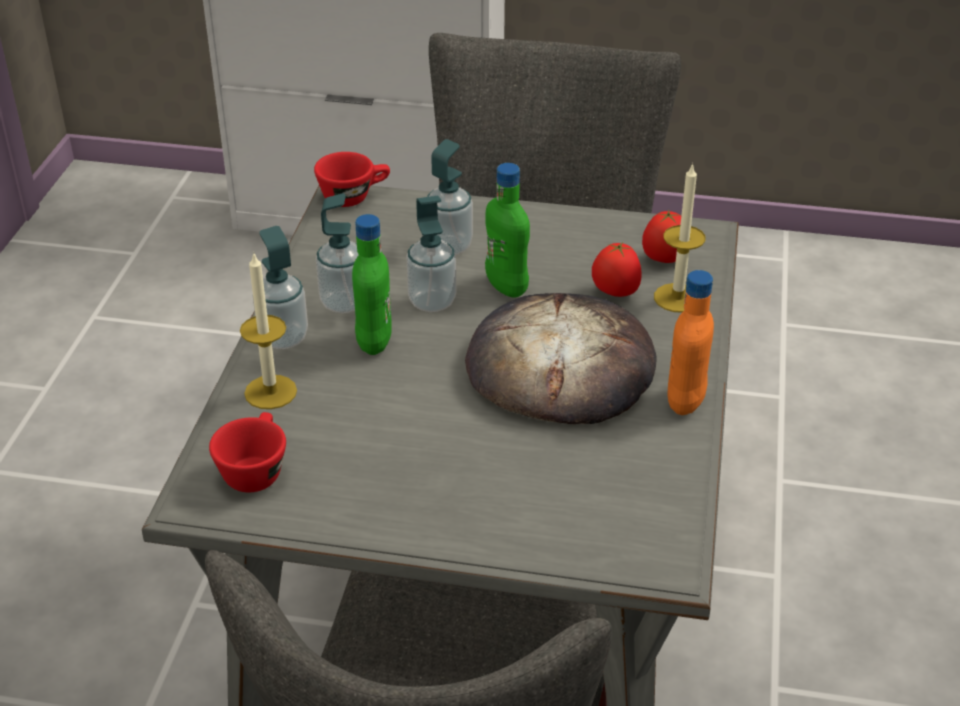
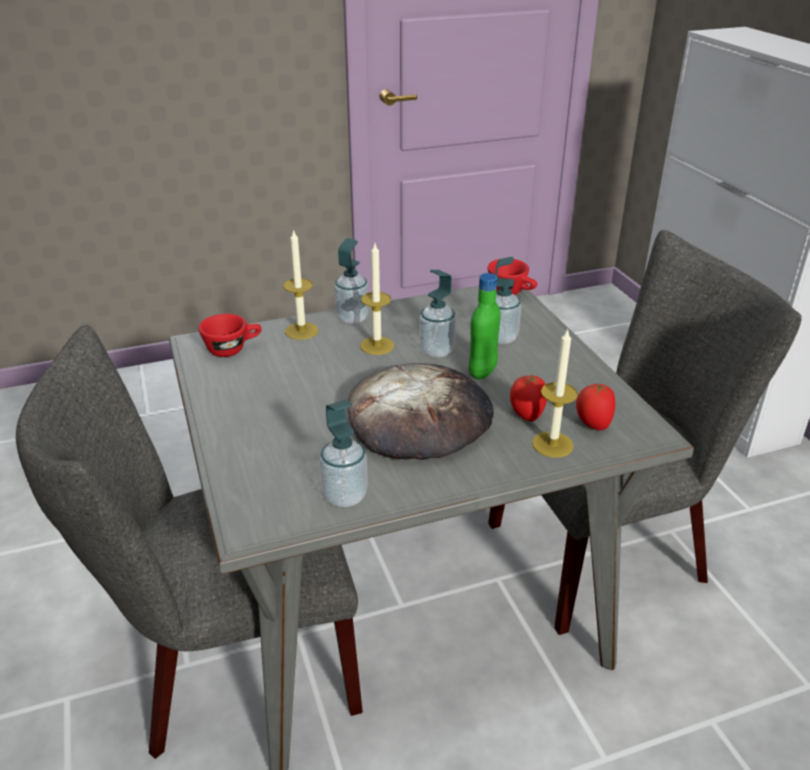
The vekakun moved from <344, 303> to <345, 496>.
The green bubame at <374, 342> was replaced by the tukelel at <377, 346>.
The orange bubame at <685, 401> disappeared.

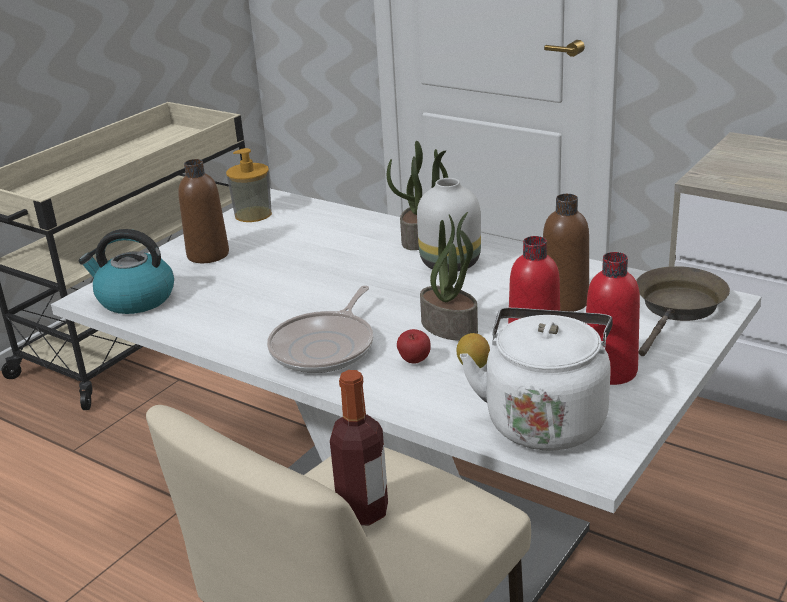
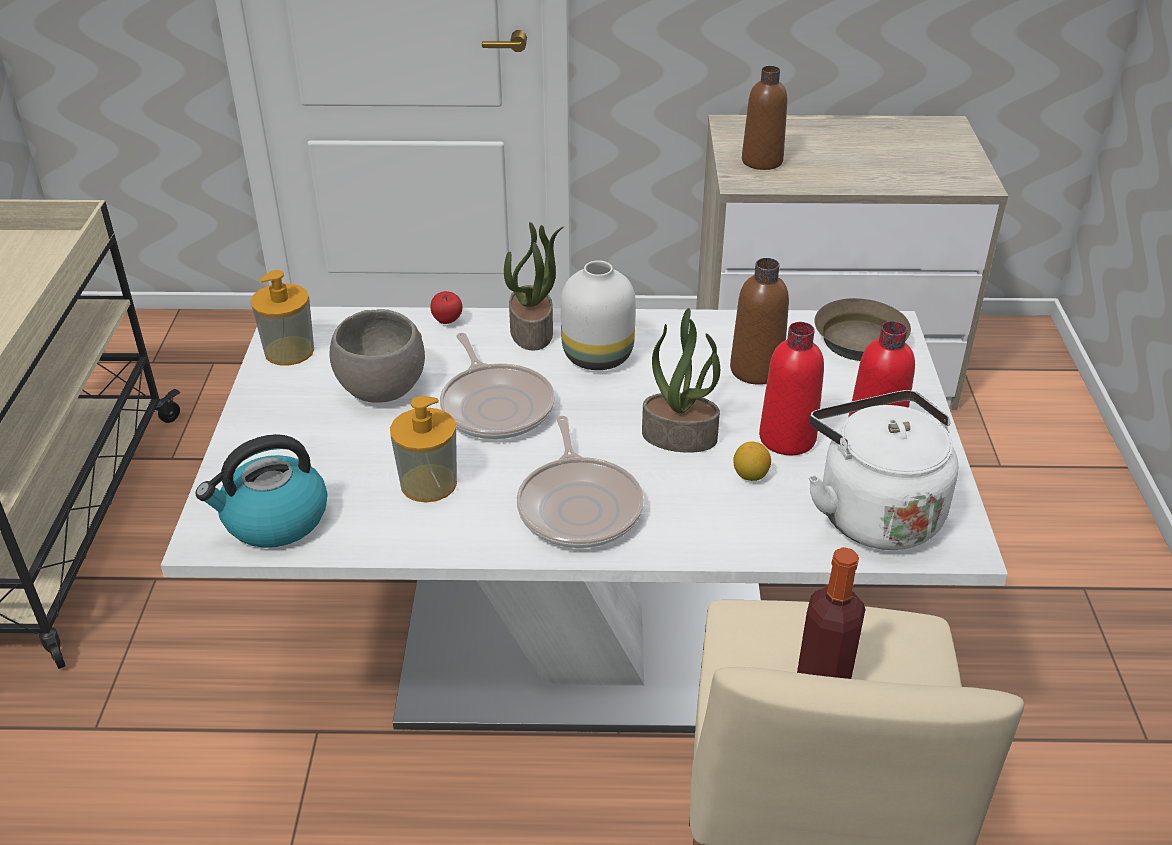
The brown bubame moved from <208, 255> to <762, 161>.
The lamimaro moved from <414, 362> to <447, 322>.
The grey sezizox at <381, 386> appeared.
The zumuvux at <496, 406> appeared.
The vekakun at <428, 483> appeared.

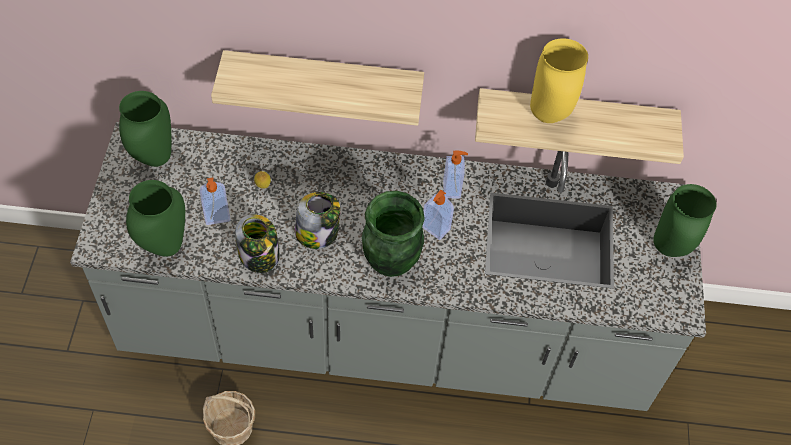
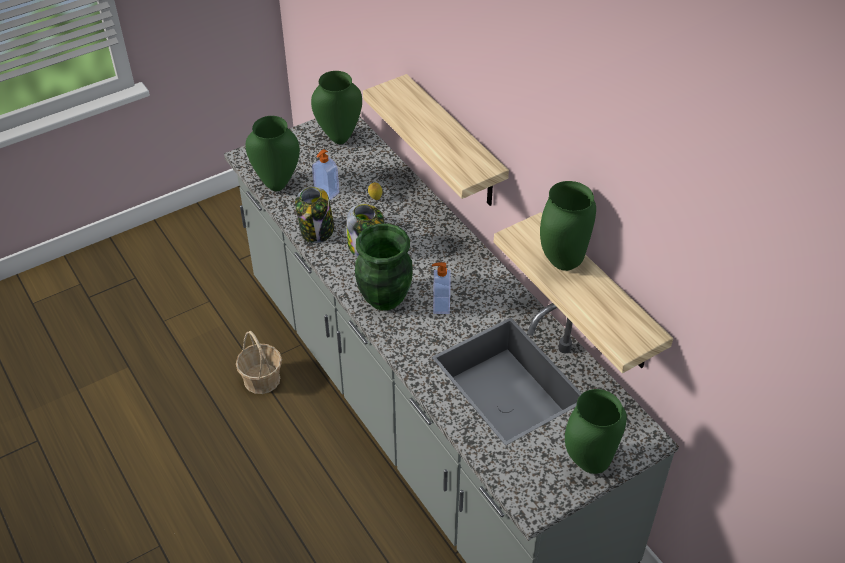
The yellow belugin at <550, 116> became the green belugin at <563, 263>.
The vekakun at <452, 189> disappeared.

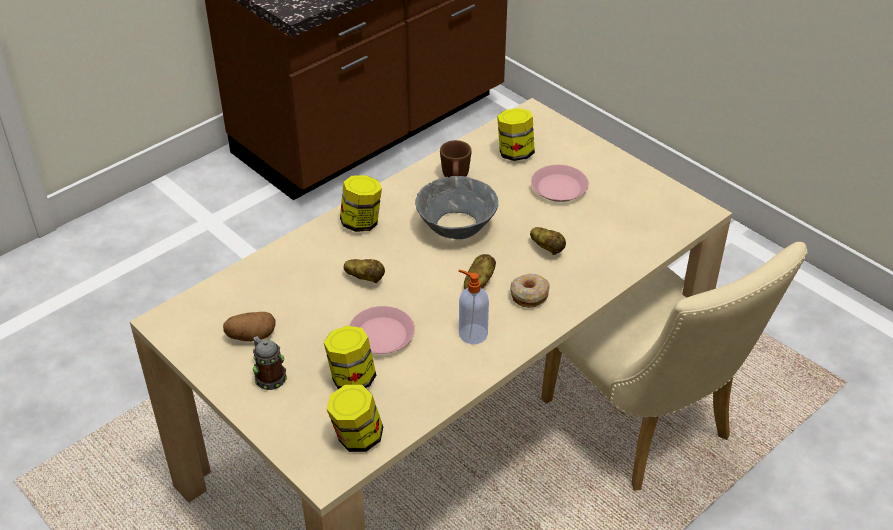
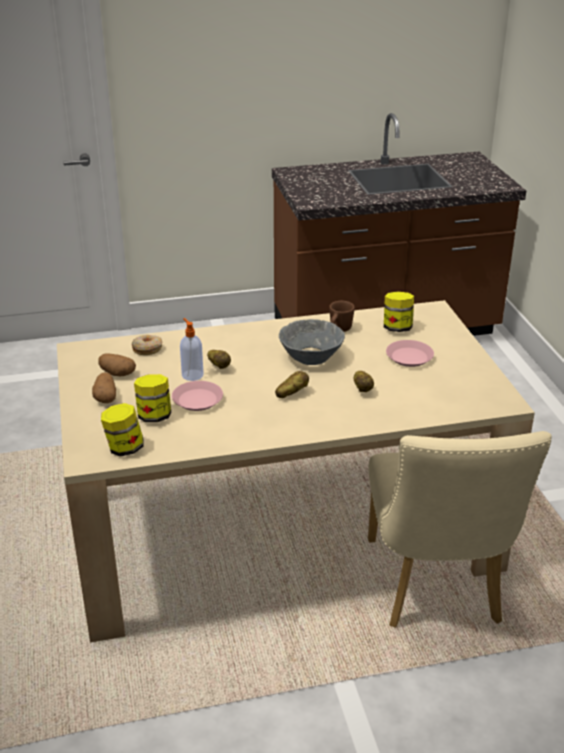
The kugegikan at <361, 222> disappeared.
The vekakun moved from <472, 333> to <192, 375>.
The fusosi moved from <529, 295> to <147, 349>.
The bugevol at <268, 376> was replaced by the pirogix at <106, 397>.

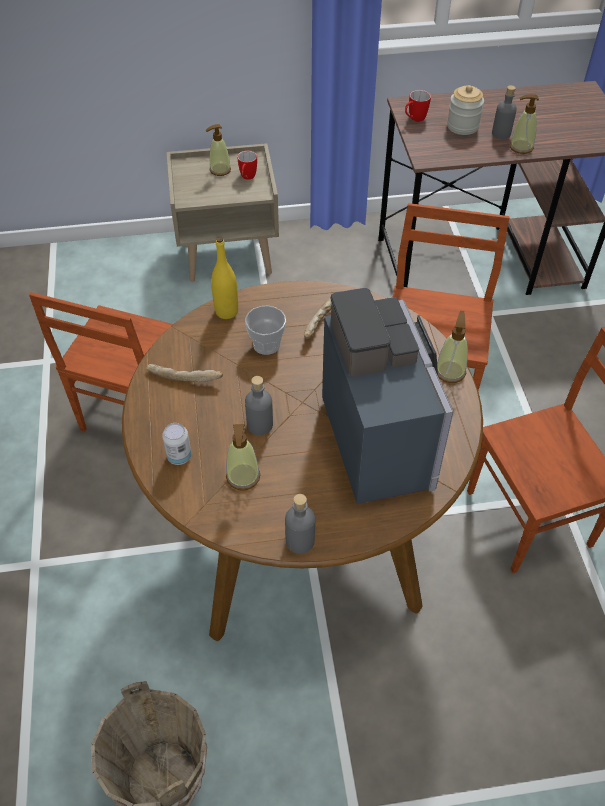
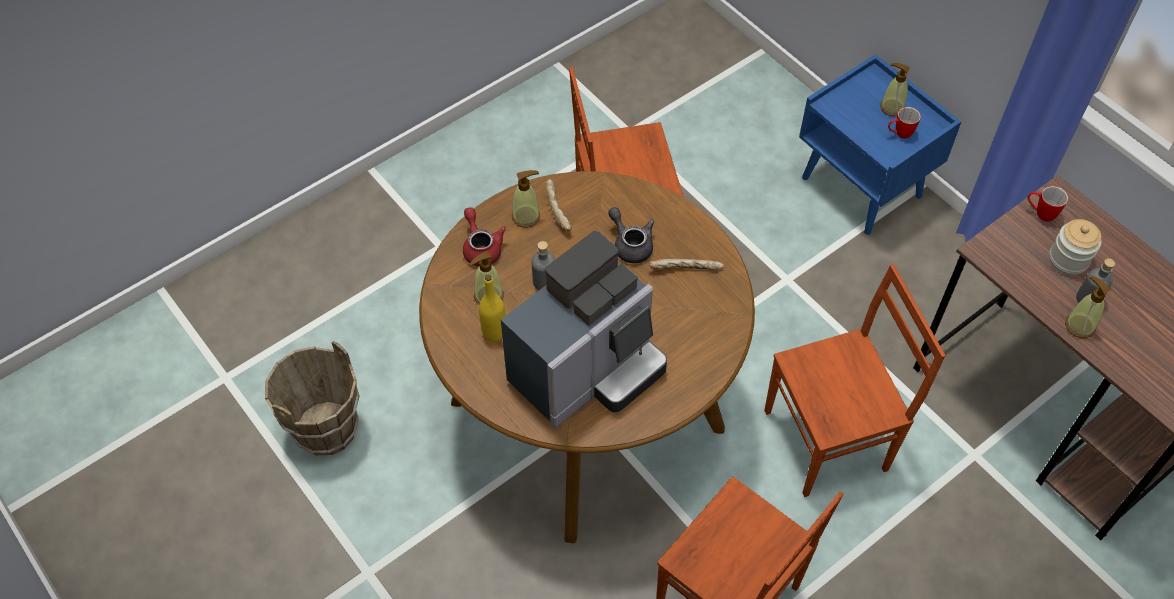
The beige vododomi at <229, 254> became the blue vododomi at <863, 187>.
The yellow bubame moved from <226, 311> to <494, 332>.
The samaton at <266, 344> was replaced by the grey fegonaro at <630, 244>.
The vekakun moved from <450, 371> to <526, 217>.
The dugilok at <179, 456> was replaced by the red fegonaro at <481, 247>.
The grey bubame at <300, 541> disappeared.

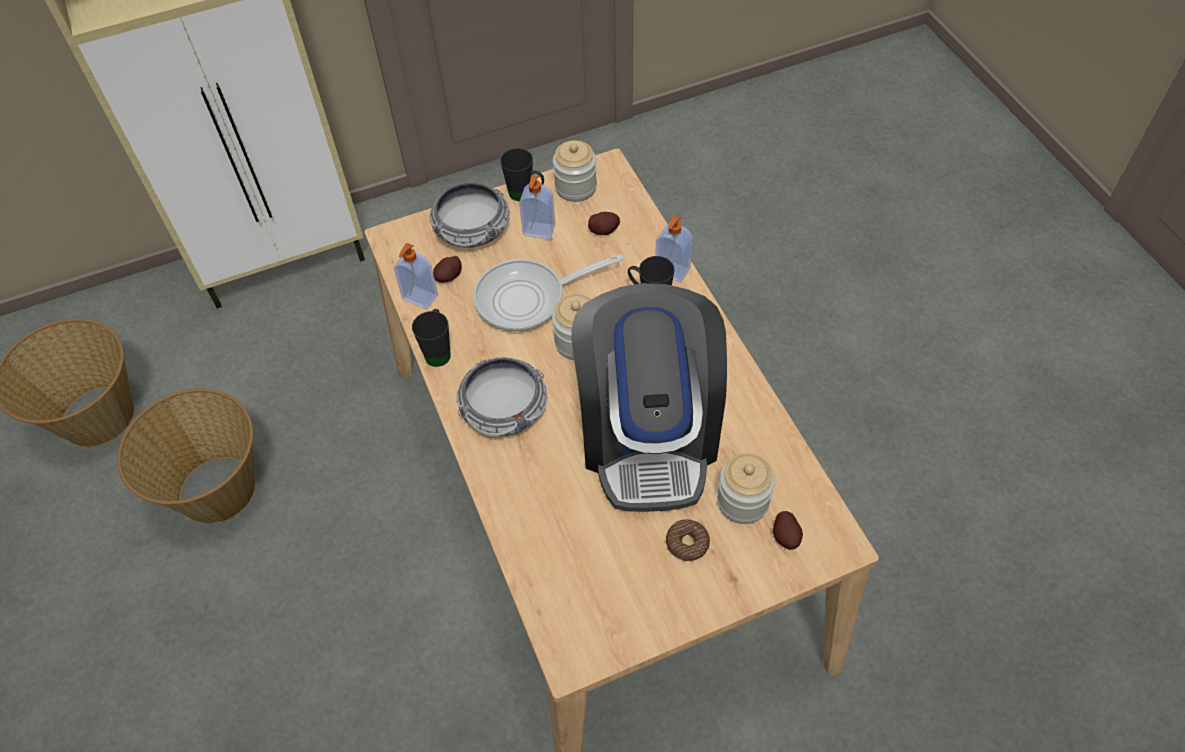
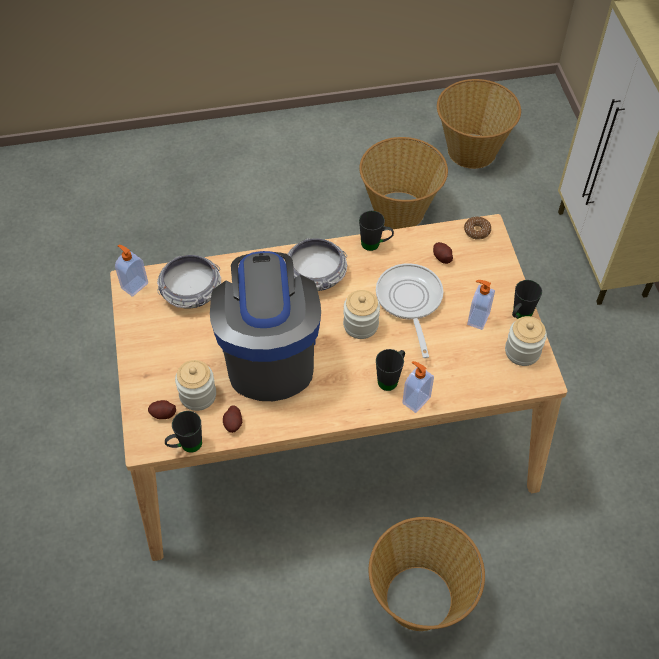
The sezizox moved from <471, 229> to <191, 291>.
The pirogix moved from <604, 229> to <233, 424>.
The vekakun moved from <419, 298> to <134, 285>.
The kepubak at <648, 434> turned 75 degrees clockwise.
The fusosi moved from <687, 543> to <477, 231>.
The black bugevol at <186, 446> appeared.
The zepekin at <420, 598> appeared.

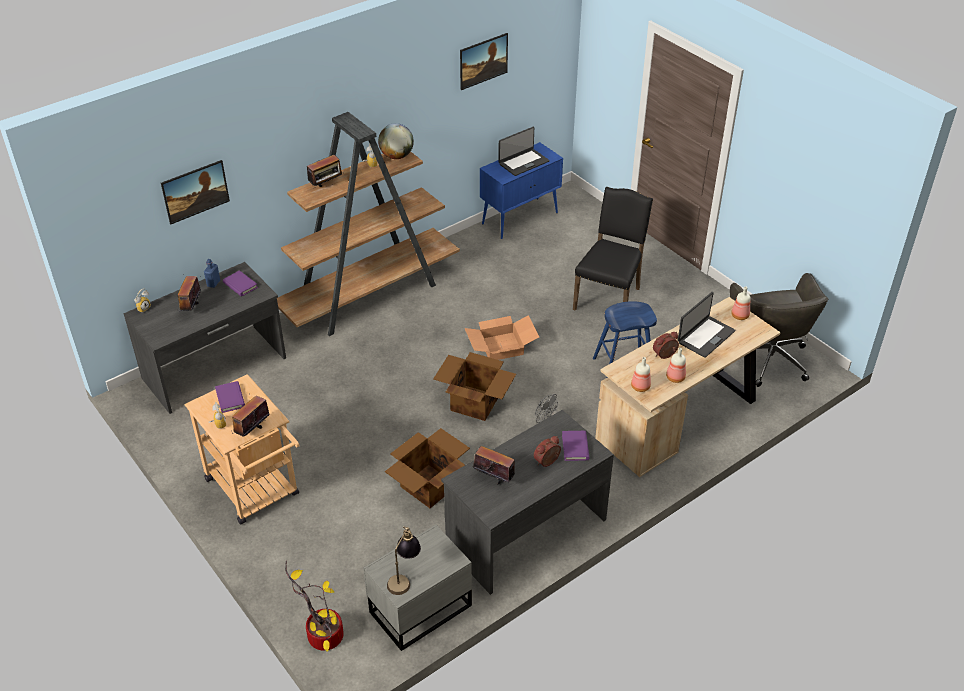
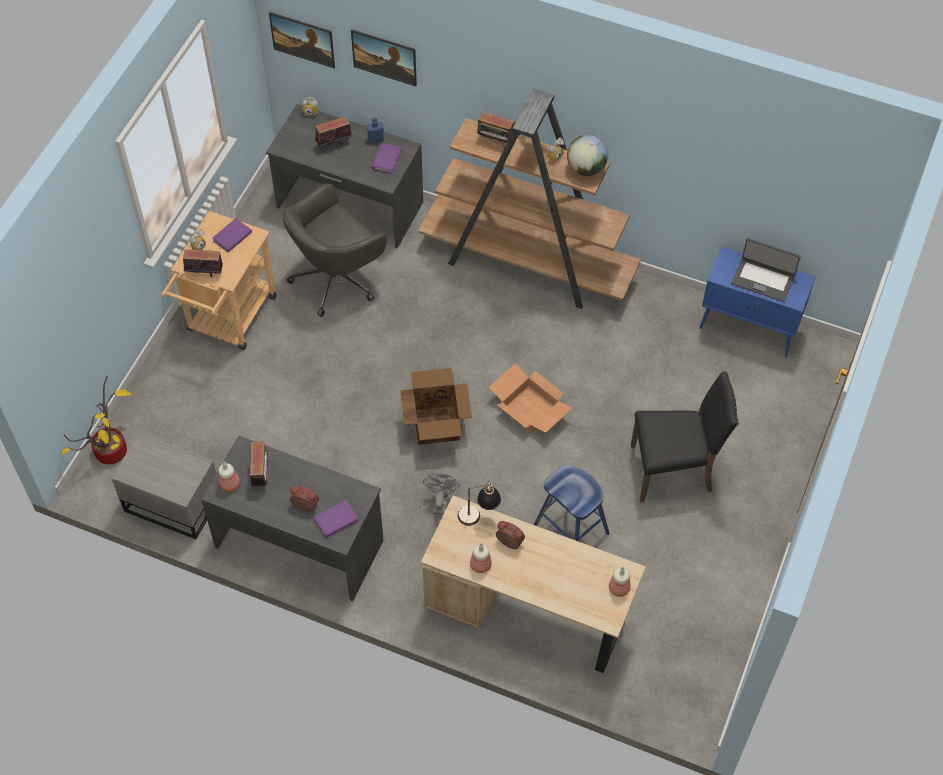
The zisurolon moved from <483, 71> to <303, 48>.
The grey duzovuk moved from <768, 357> to <337, 278>.
The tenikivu at <705, 336> disappeared.
The bubame moved from <640, 386> to <230, 483>.
The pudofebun at <428, 486> disappeared.
The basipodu moved from <404, 577> to <479, 516>.

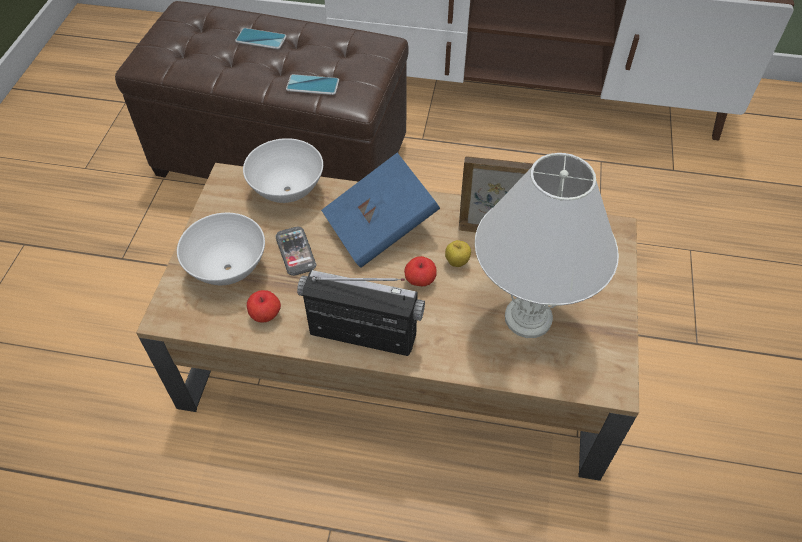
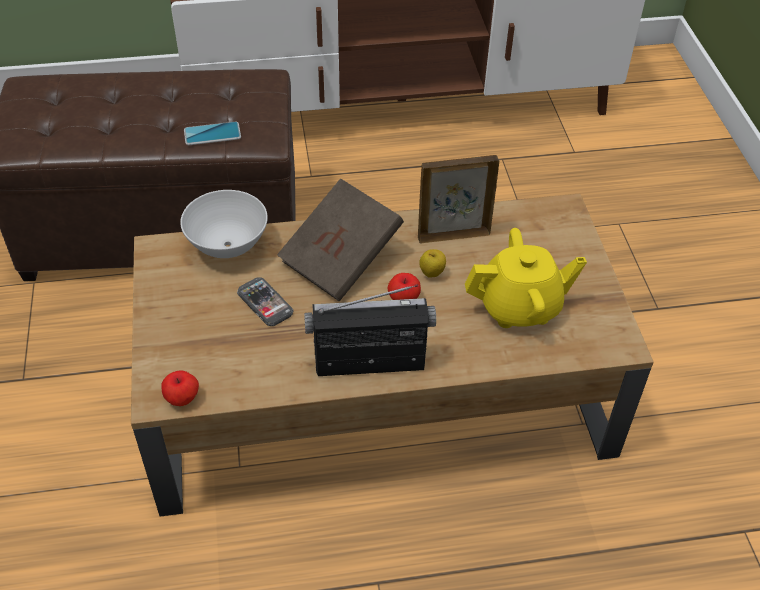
The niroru at <261, 39> disappeared.
The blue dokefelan at <380, 227> became the brown dokefelan at <341, 259>.
The white basipodu at <527, 318> was replaced by the yellow fegonaro at <519, 307>.
The white sezizox at <229, 269> disappeared.
The lamimaro moved from <265, 315> to <182, 398>.

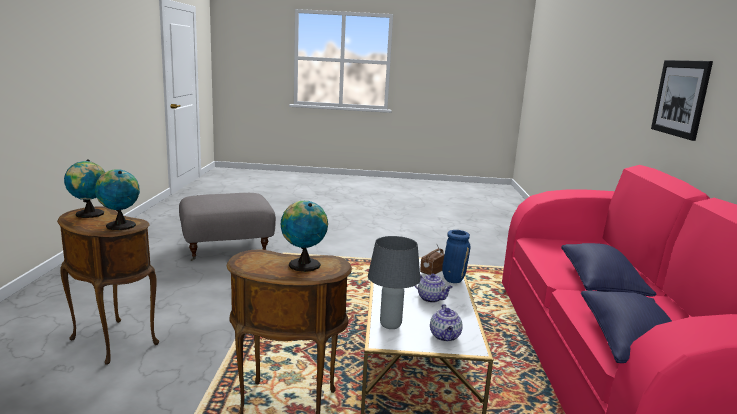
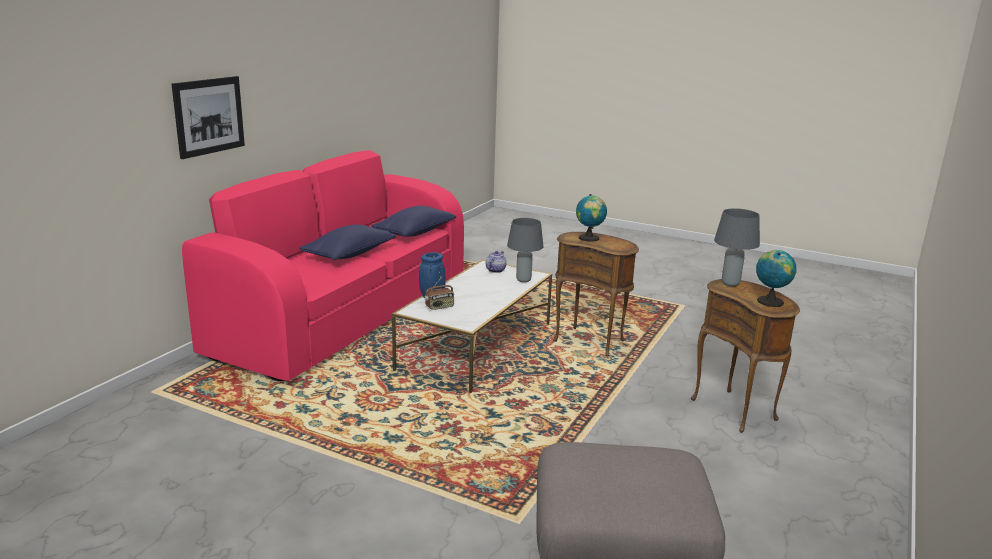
The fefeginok at <119, 225> was replaced by the grey basipodu at <731, 284>.
The fegonaro at <431, 299> disappeared.

